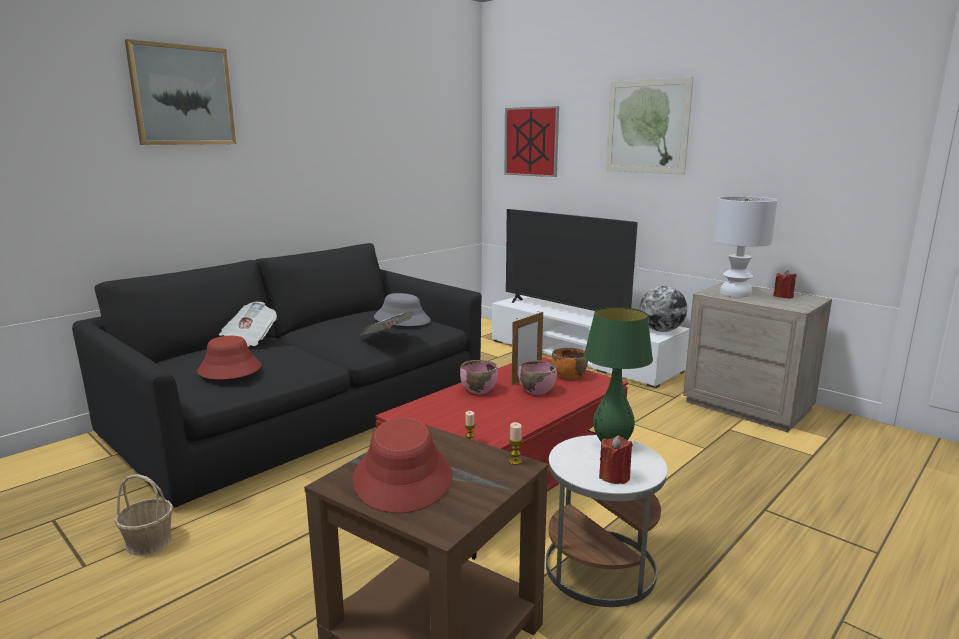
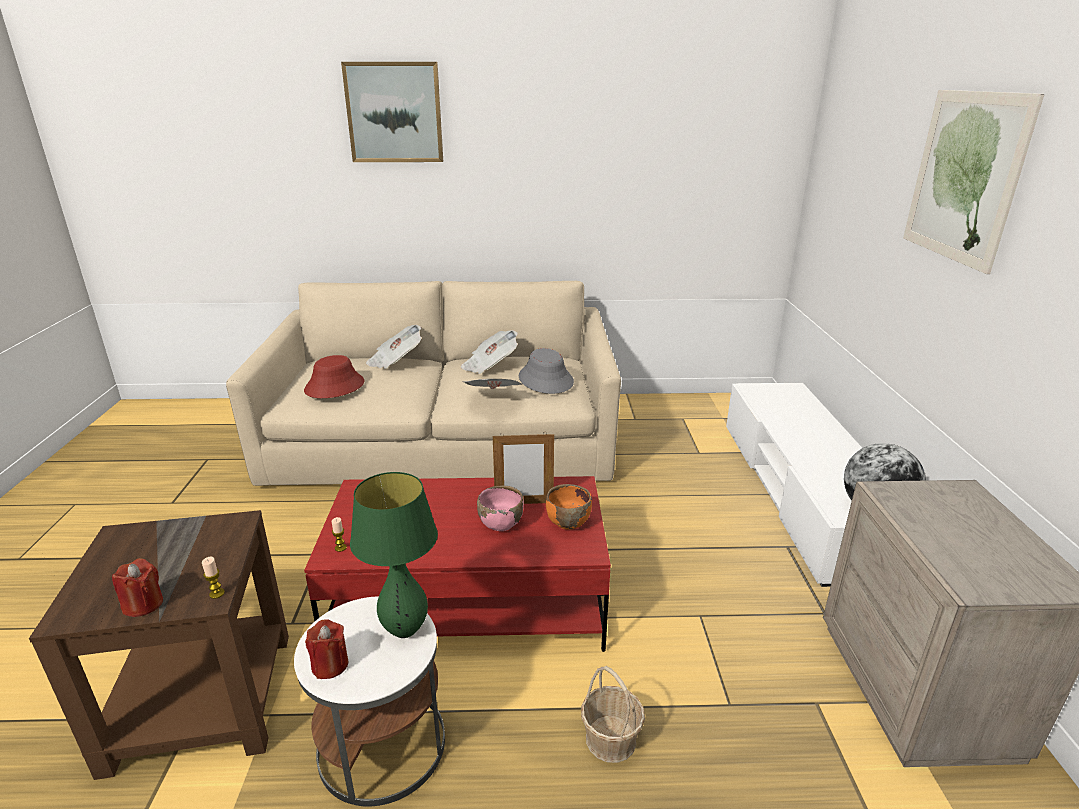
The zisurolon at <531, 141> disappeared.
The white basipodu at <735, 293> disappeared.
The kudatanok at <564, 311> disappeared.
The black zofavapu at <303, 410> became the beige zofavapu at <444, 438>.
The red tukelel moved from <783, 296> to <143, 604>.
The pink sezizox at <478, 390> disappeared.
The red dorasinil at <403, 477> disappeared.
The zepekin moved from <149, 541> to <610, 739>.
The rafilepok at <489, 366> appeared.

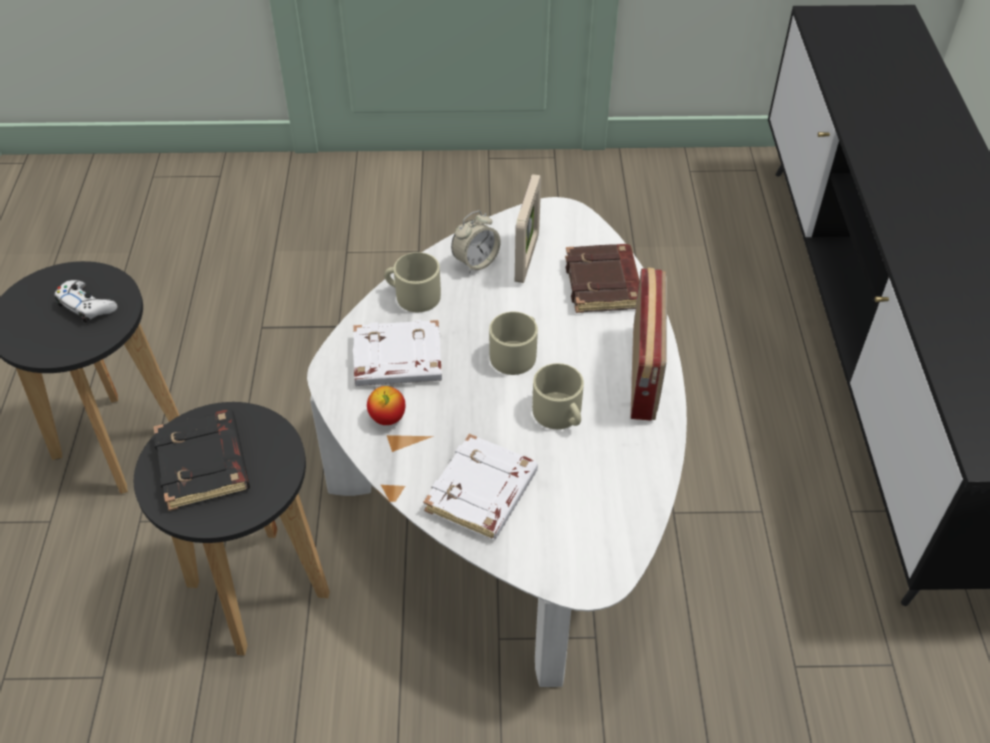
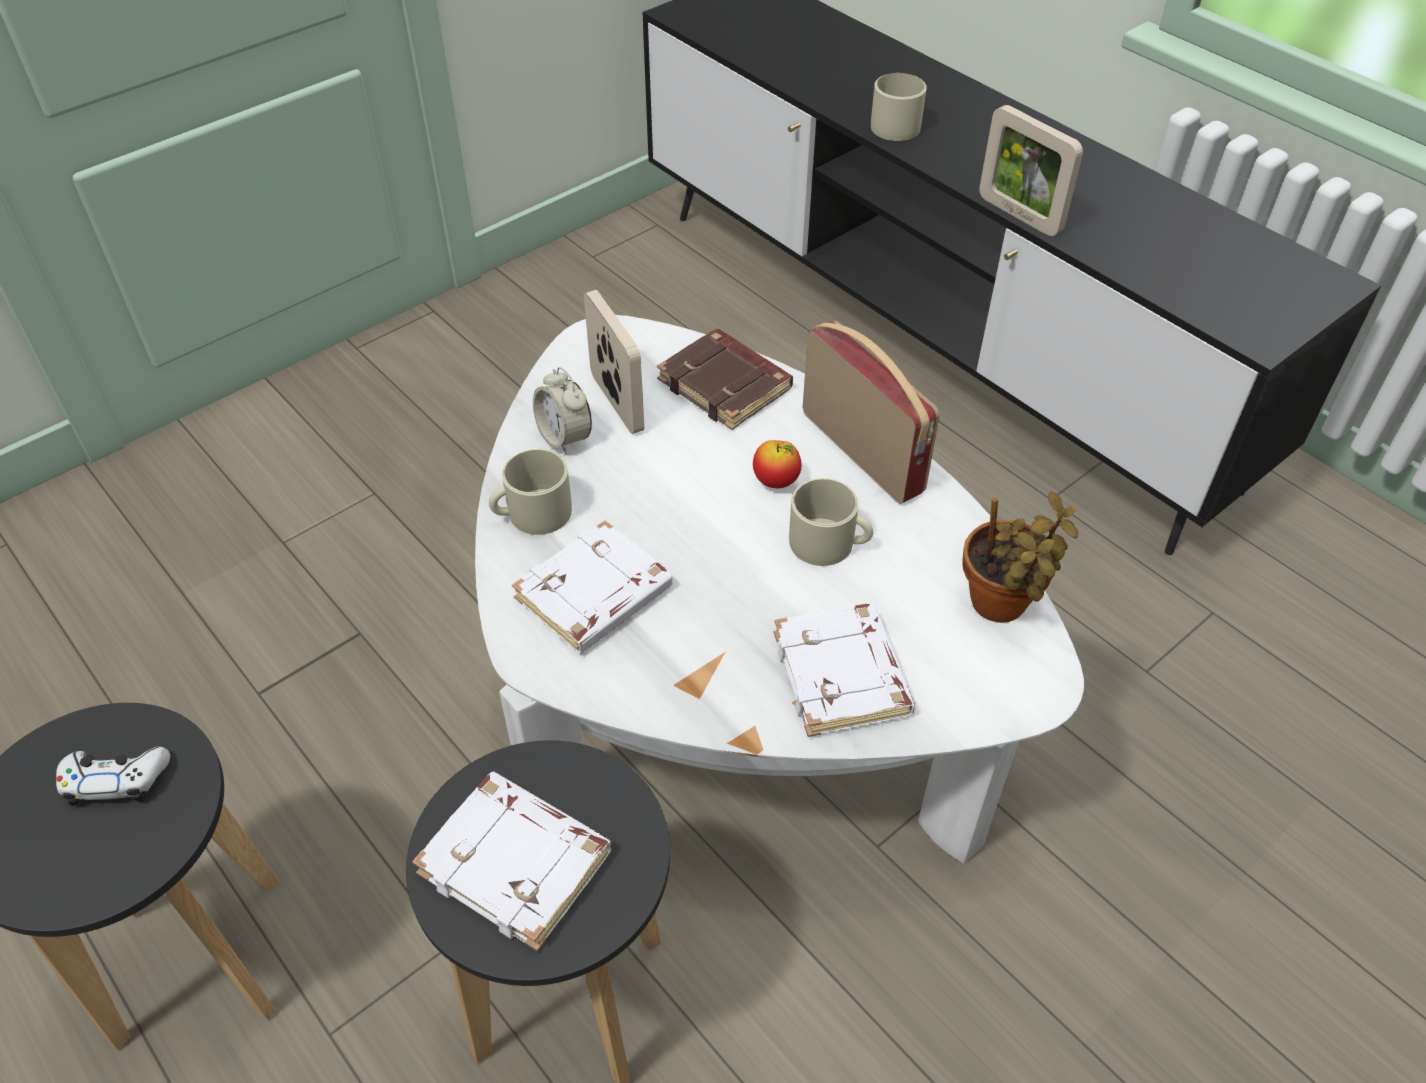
The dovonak at <476, 262> turned 135 degrees clockwise.
The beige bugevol moved from <516, 353> to <894, 124>.
The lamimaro moved from <387, 418> to <776, 481>.
The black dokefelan at <205, 465> became the white dokefelan at <518, 863>.
The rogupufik at <1019, 215> appeared.
The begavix at <1001, 607> appeared.

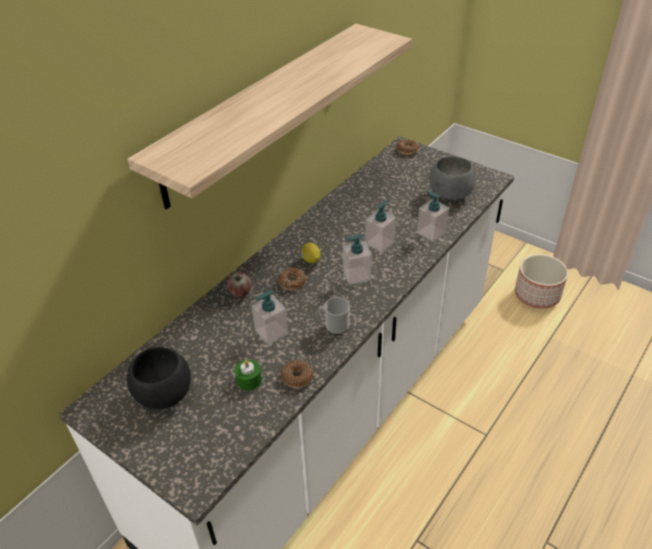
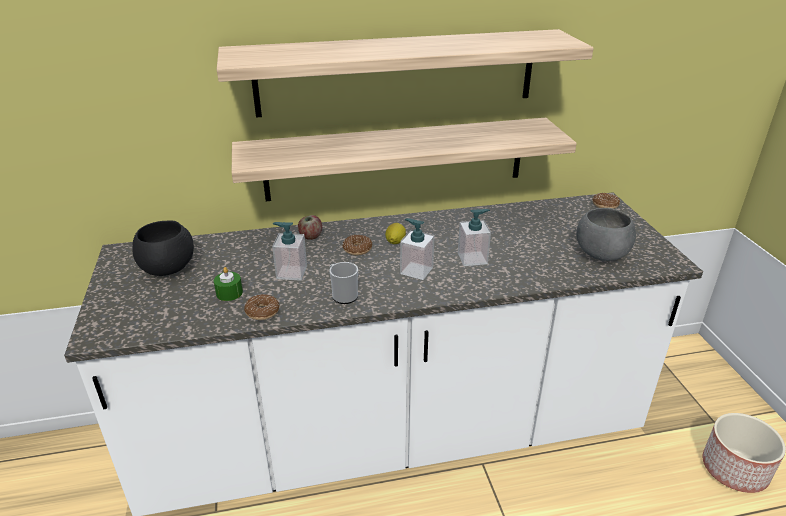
The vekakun at <431, 232> disappeared.
The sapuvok at <396, 159> appeared.

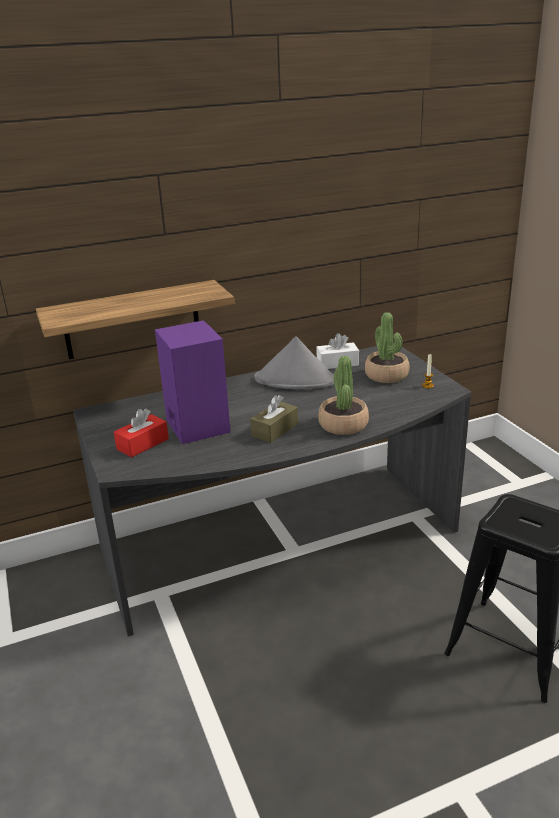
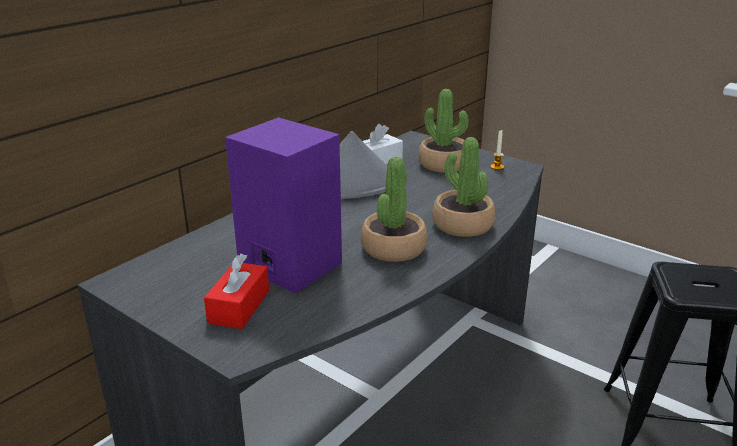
The sapuvok at <132, 320> disappeared.
The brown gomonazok at <275, 430> was replaced by the begavix at <393, 248>.

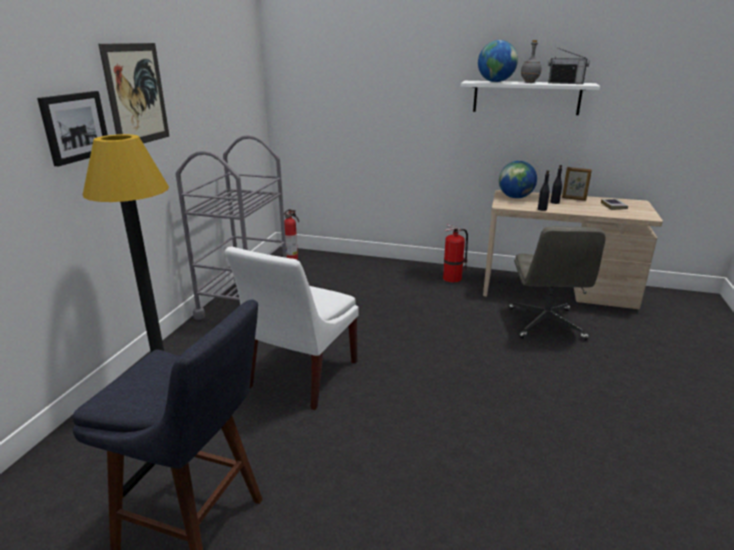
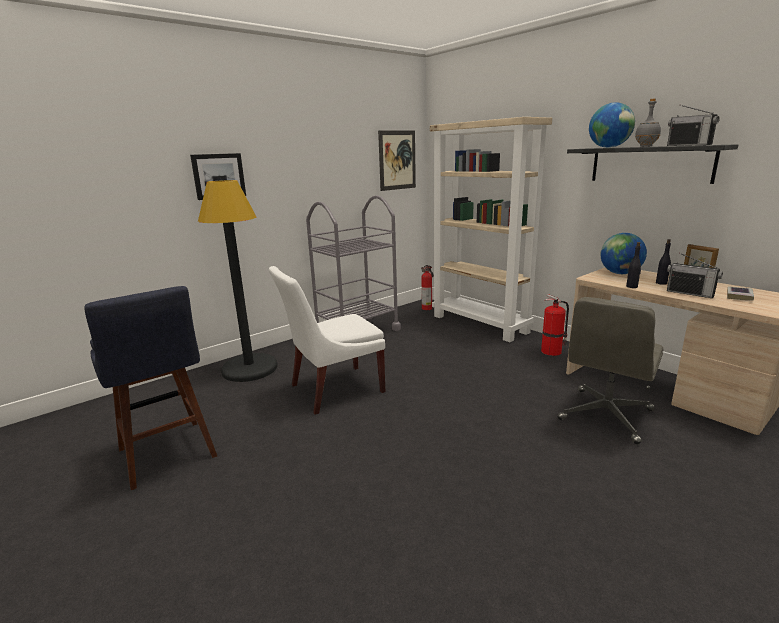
The zisurolon moved from <136, 94> to <397, 160>.
The white sapuvok at <526, 97> became the black sapuvok at <650, 164>.
The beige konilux at <480, 324> appeared.
The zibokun at <690, 293> appeared.

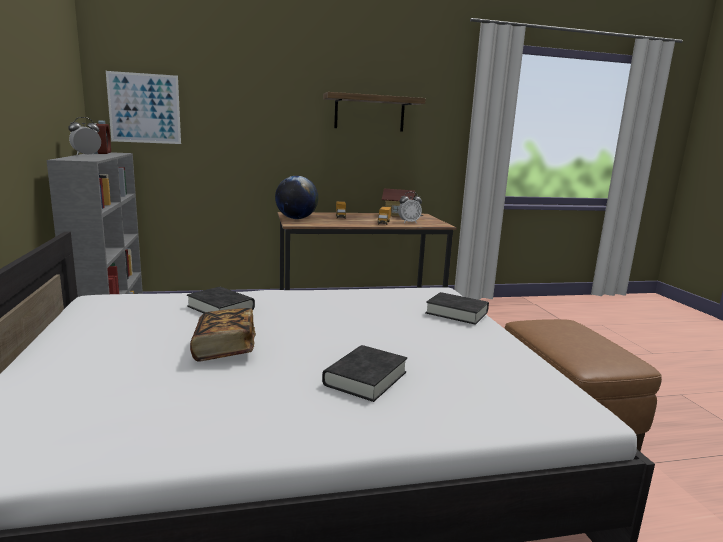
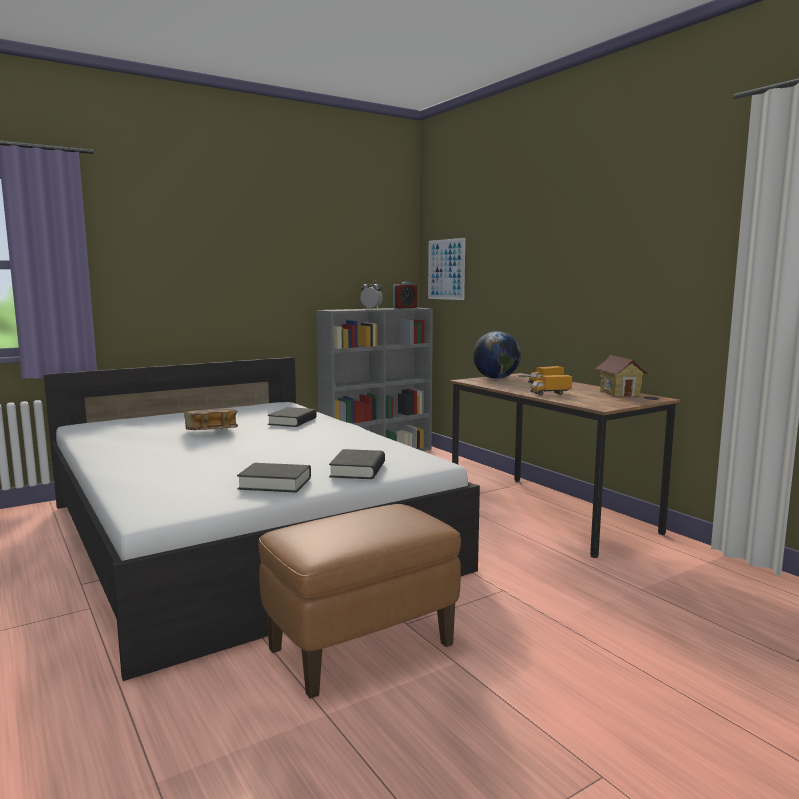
The sapuvok at <369, 113> disappeared.
The dovonak at <409, 222> disappeared.
The black dokefelan moved from <365, 378> to <275, 483>.

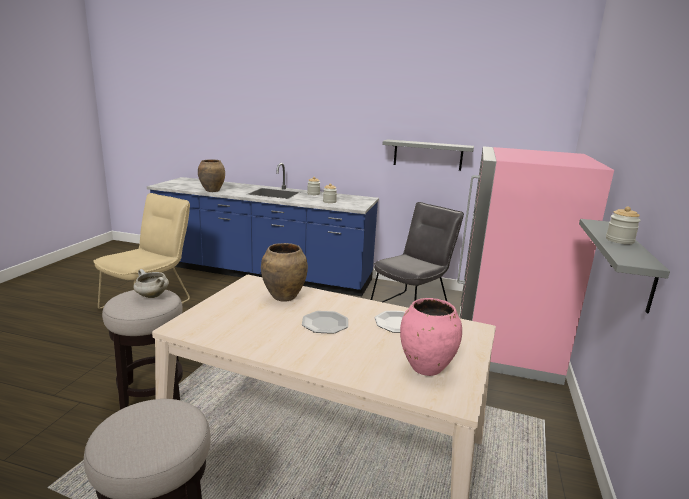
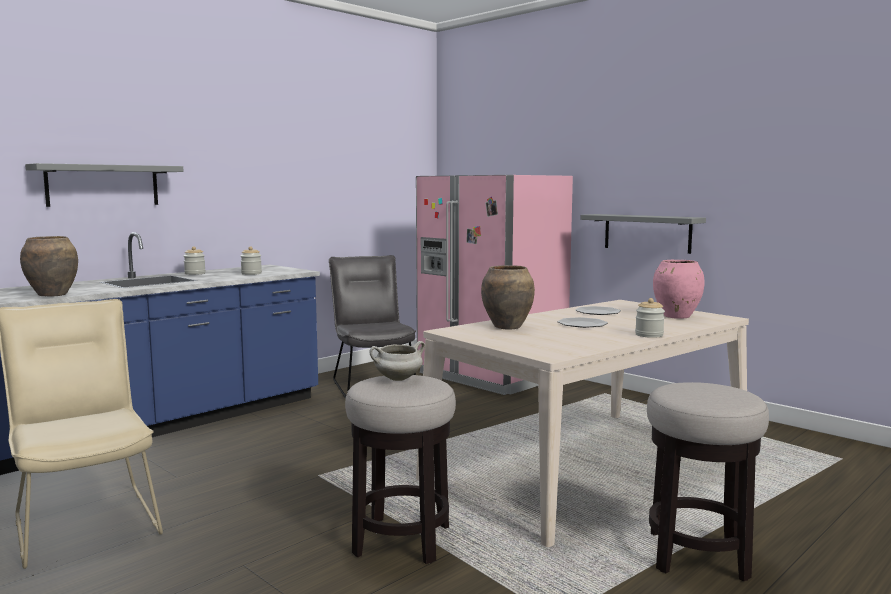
The grey sapuvok moved from <428, 155> to <103, 185>.
The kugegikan moved from <619, 240> to <649, 335>.

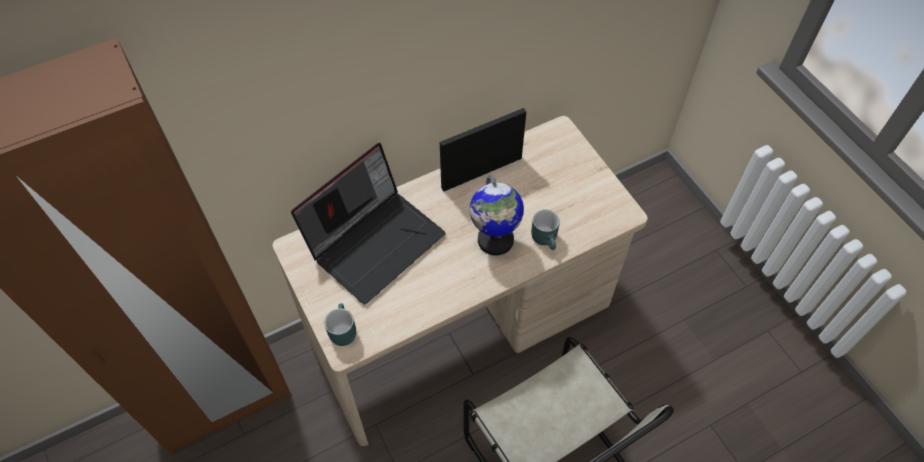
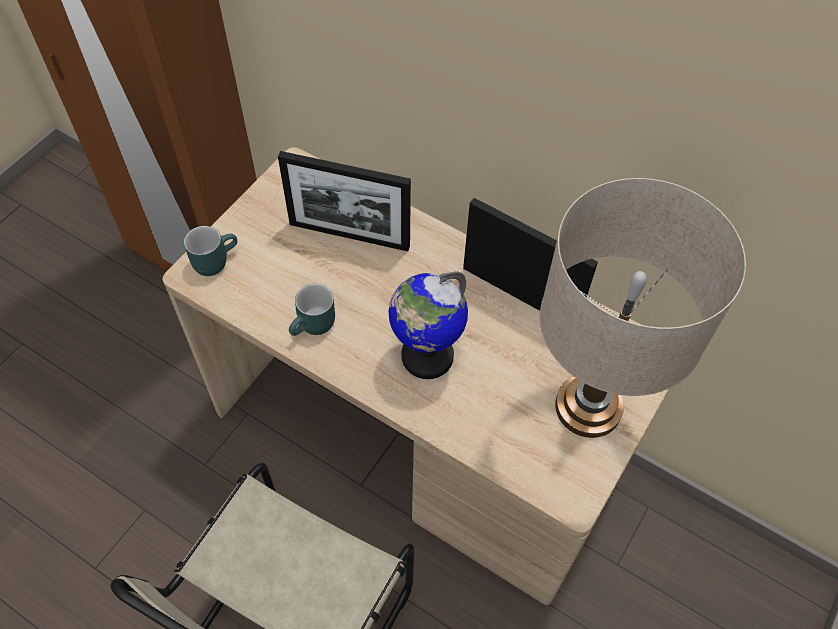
The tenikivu at <375, 241> was replaced by the rogupufik at <349, 235>.
The turquoise bugevol moved from <547, 239> to <314, 327>.
The beige basipodu at <588, 407> appeared.

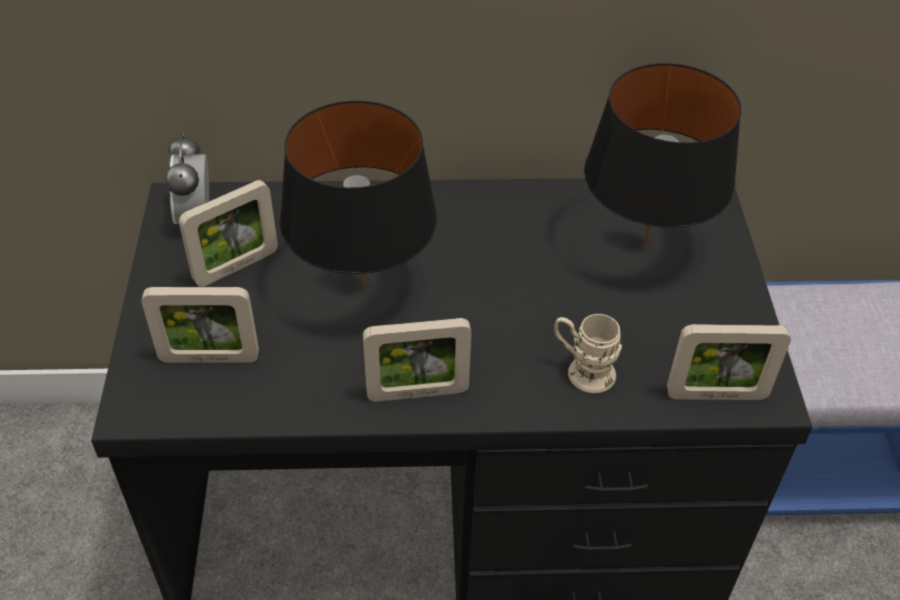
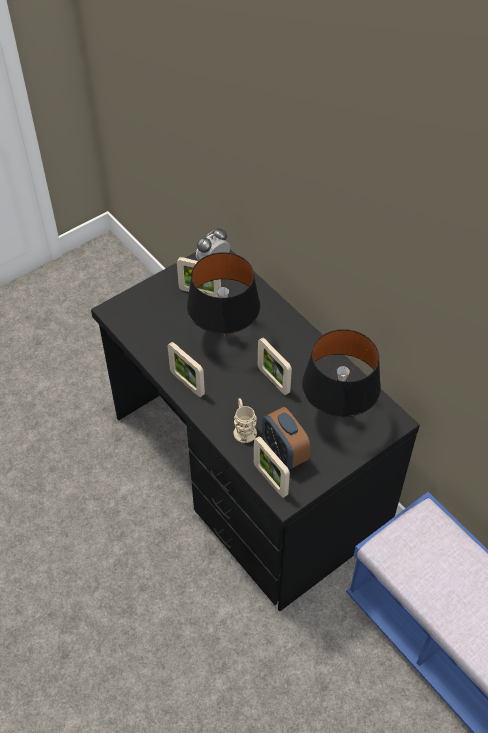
The rogupufik moved from <209, 358> to <273, 380>.
The dovonak at <284, 453> appeared.

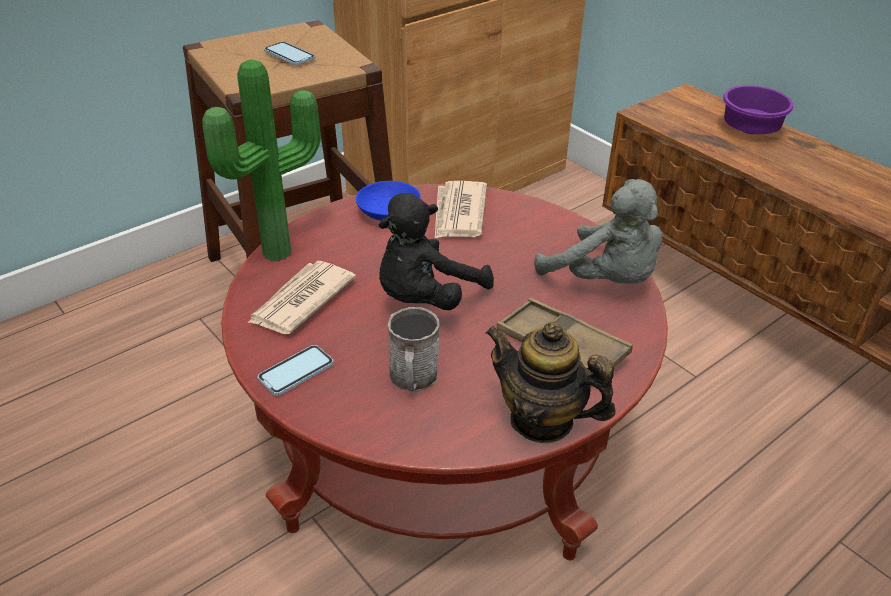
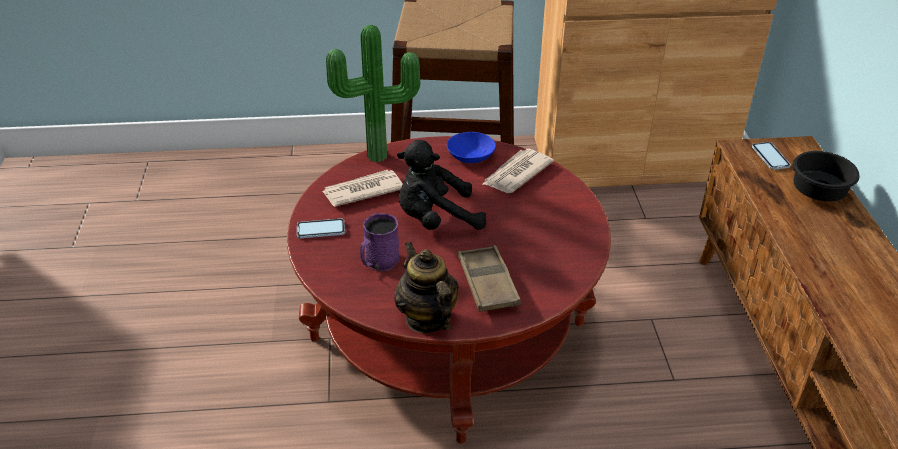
The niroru moved from <289, 55> to <770, 157>.
The purple sezizox at <747, 129> became the black sezizox at <816, 192>.
The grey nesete at <604, 280> disappeared.
The grey bugevol at <413, 379> became the purple bugevol at <378, 262>.

